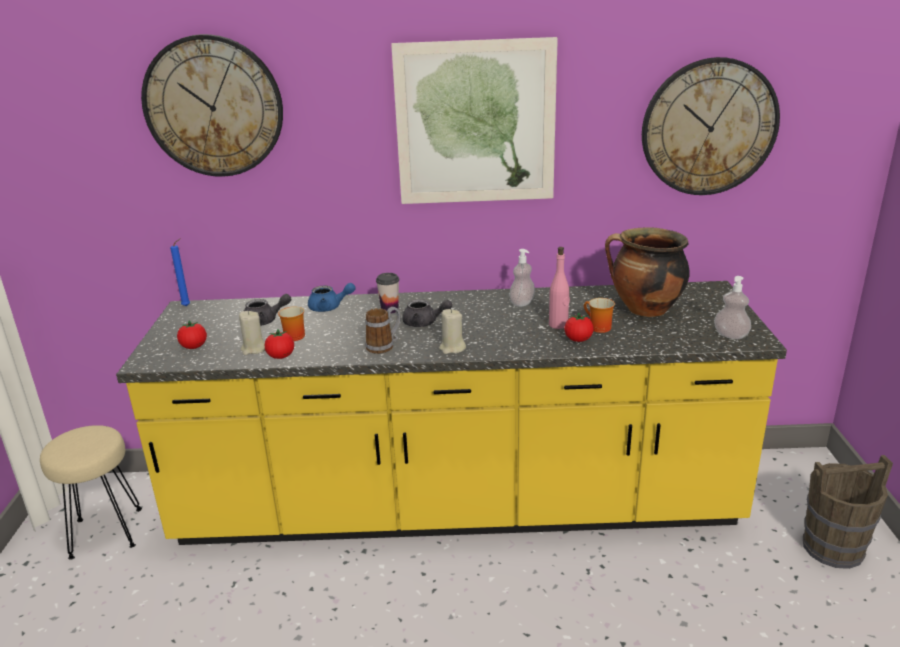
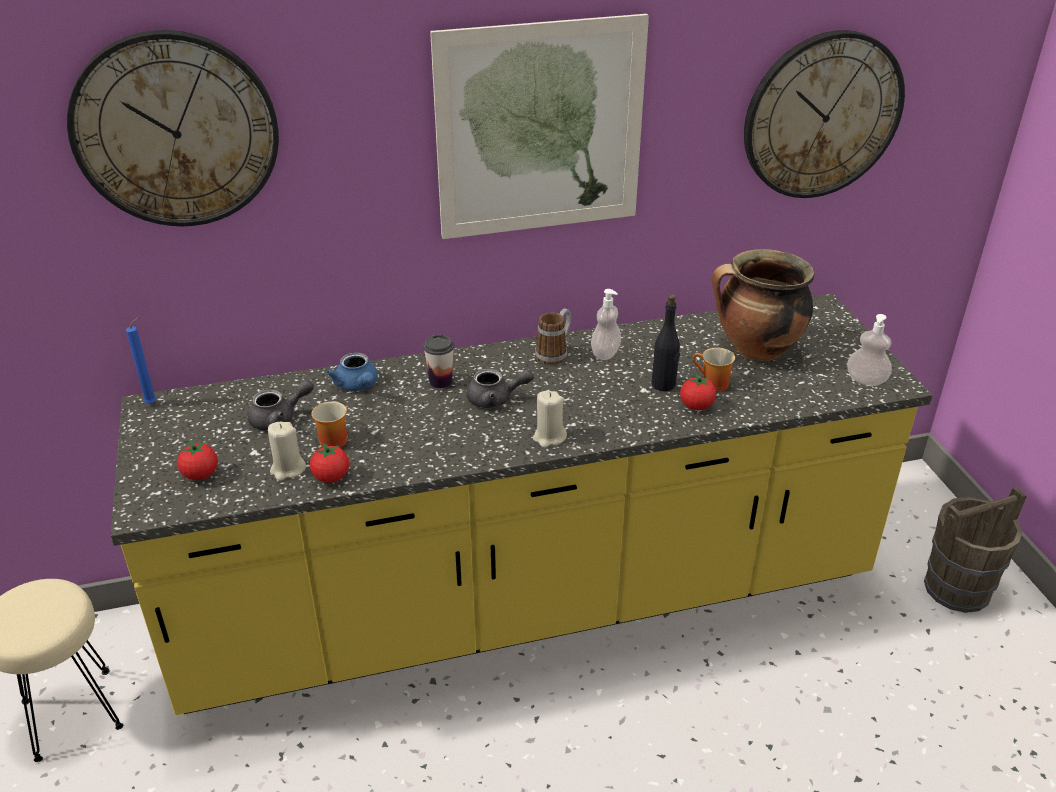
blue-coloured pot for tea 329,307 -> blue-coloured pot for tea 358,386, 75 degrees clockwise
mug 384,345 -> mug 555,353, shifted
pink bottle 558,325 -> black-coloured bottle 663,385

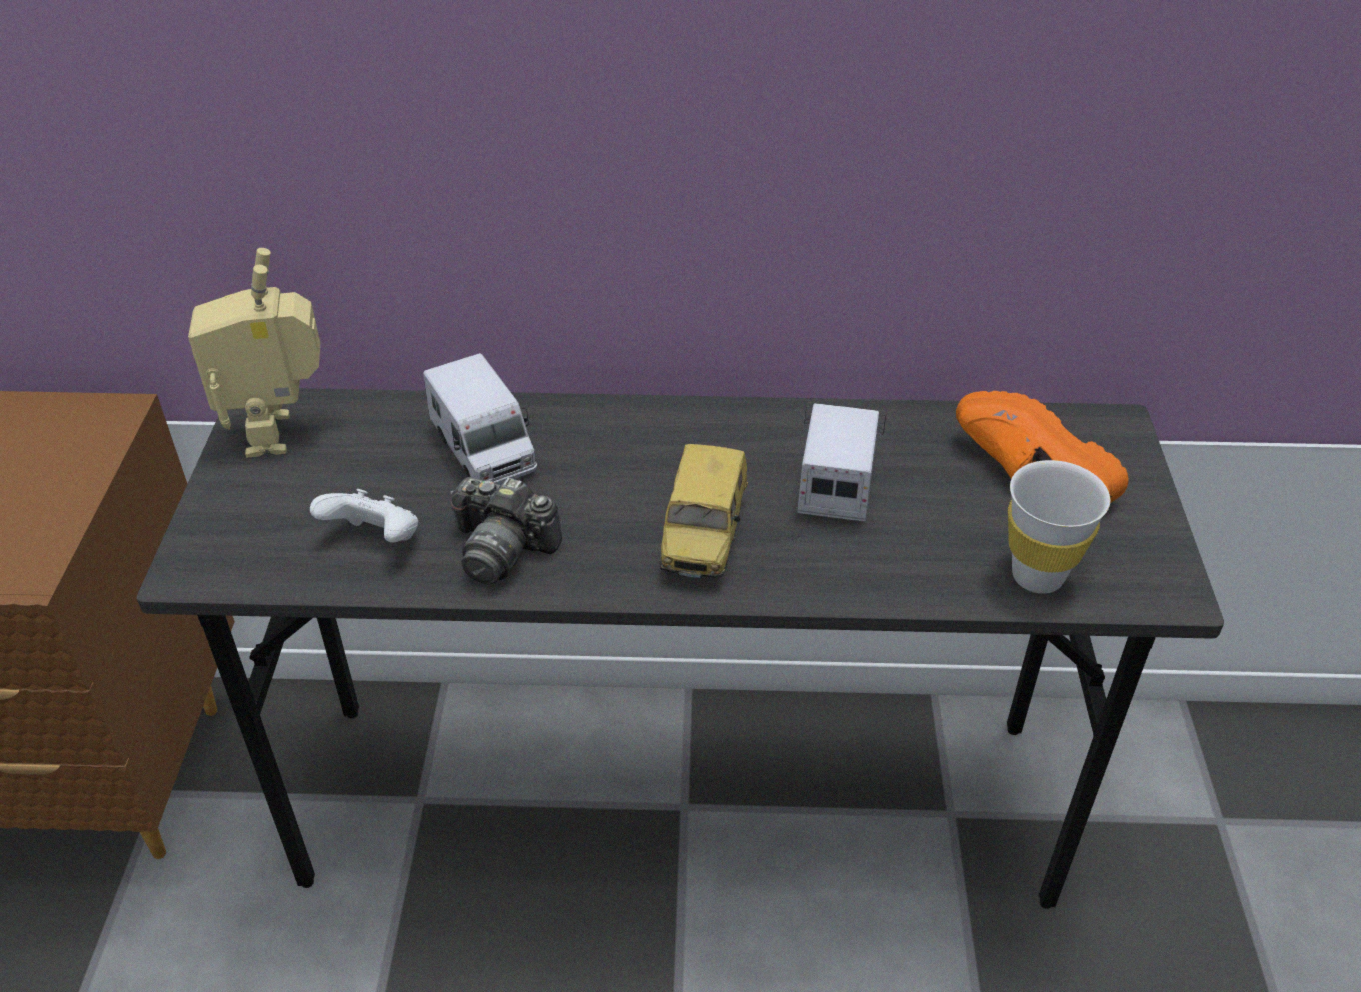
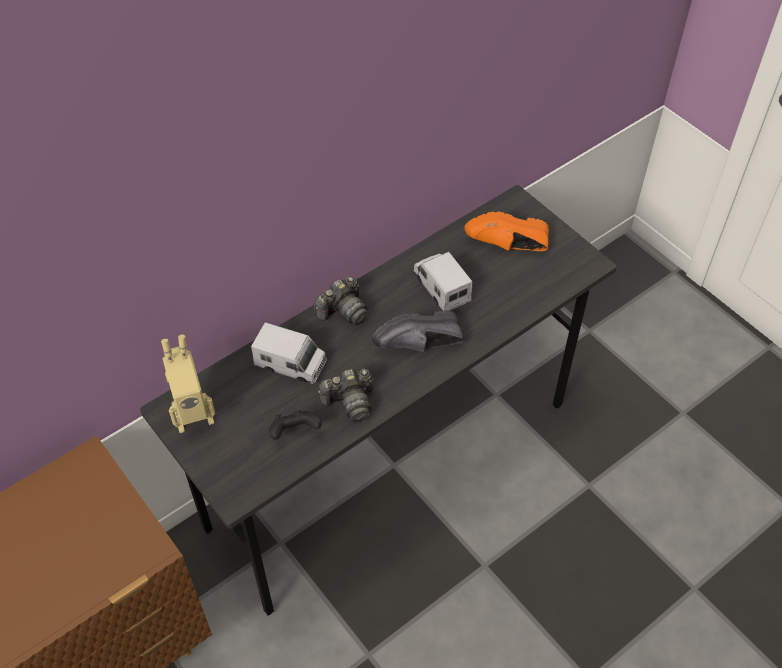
robot figure 281,433 -> robot figure 193,414, 60 degrees counterclockwise
white-coloured joypad 375,540 -> black-coloured joypad 295,432
none -> still camera 343,311
model car 705,539 -> black-coloured shoe 420,346
white-coloured cup 1037,576 -> none

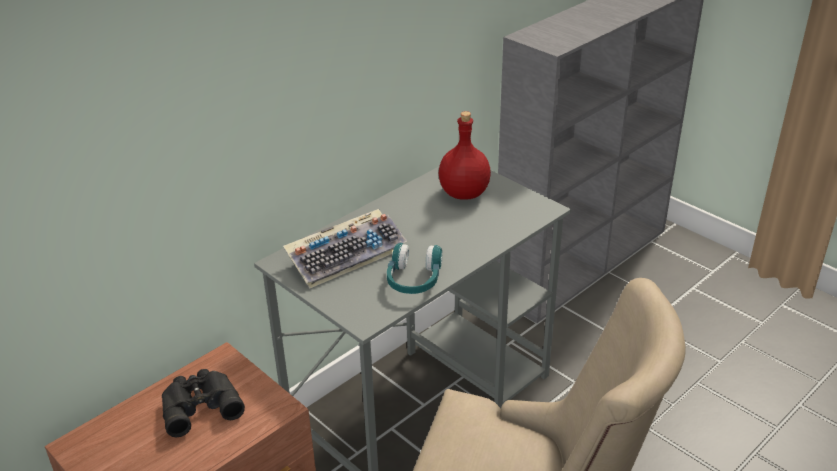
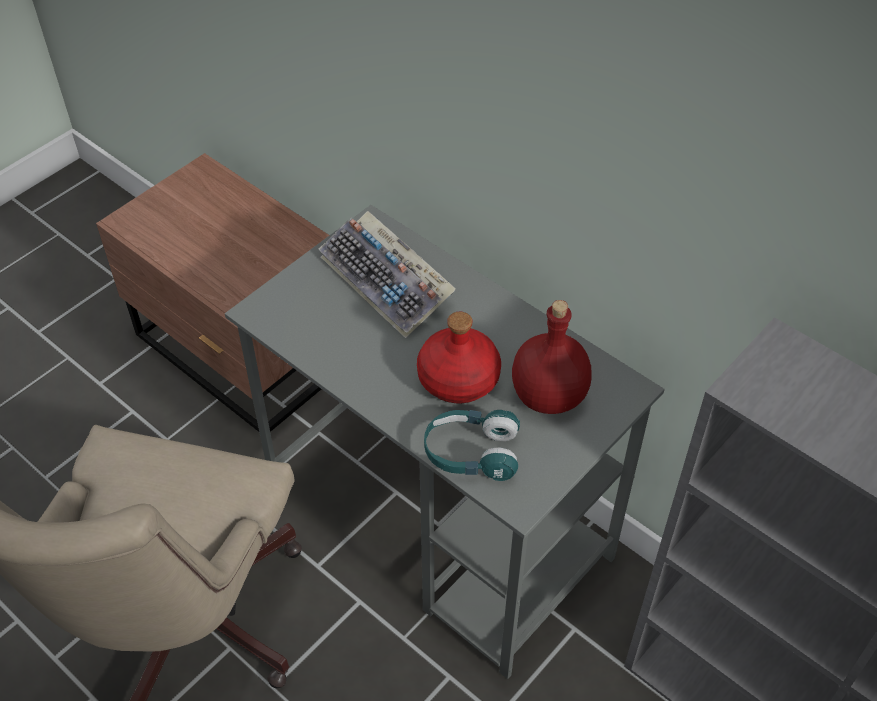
none -> red-coloured bottle 458,378
turquoise-coloured pair of headphones 413,280 -> turquoise-coloured pair of headphones 471,453, shifted
black-coloured field glasses 199,404 -> none

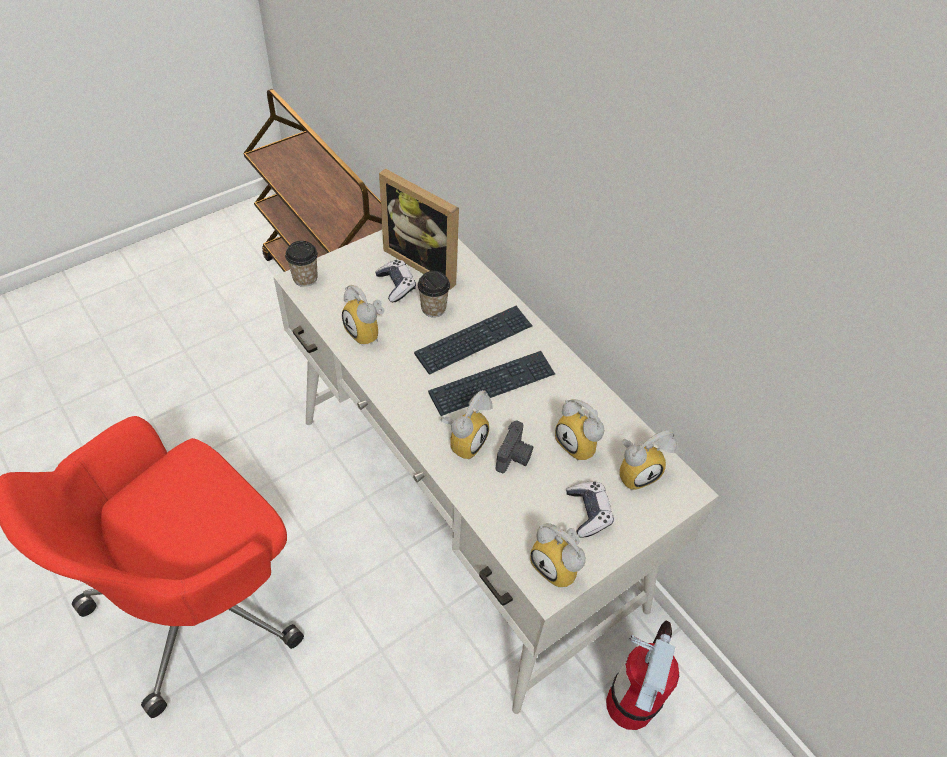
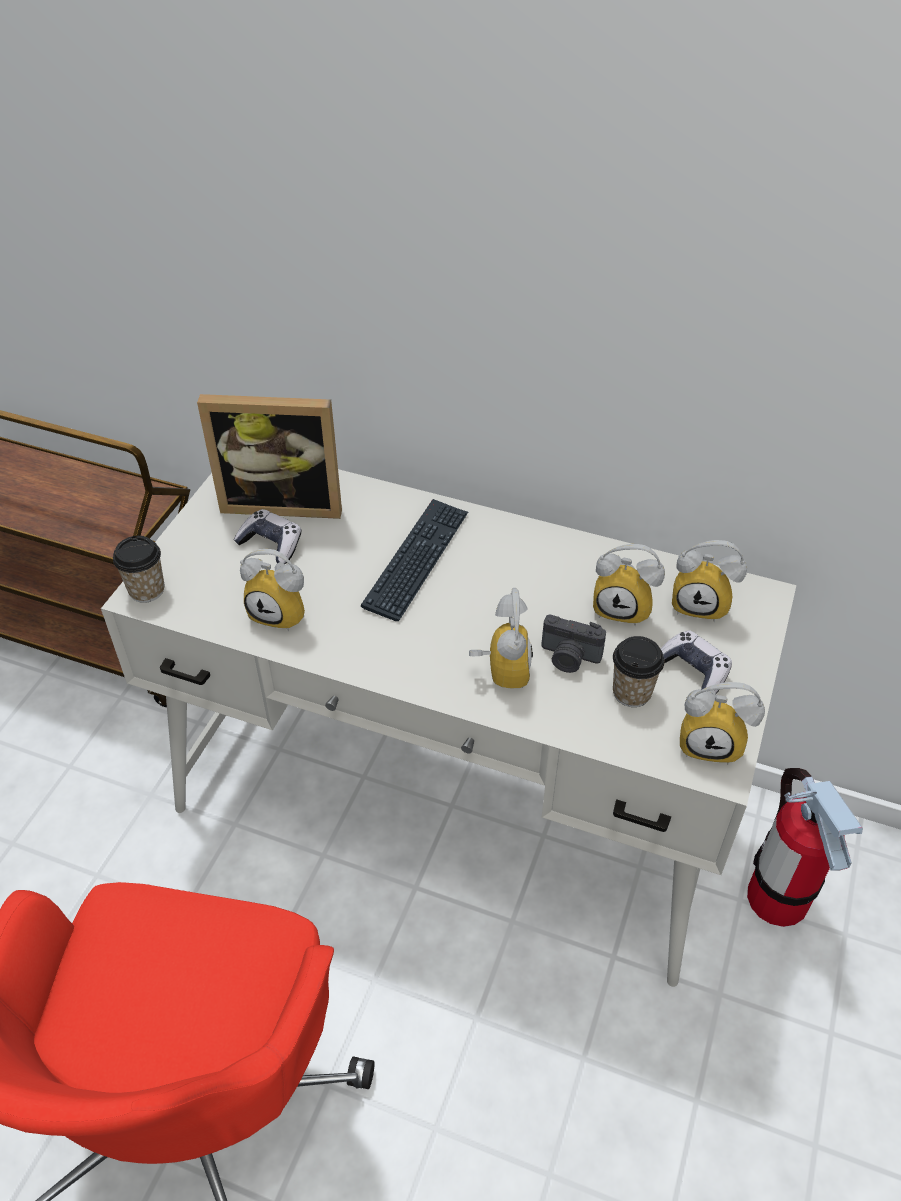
still camera 514,457 -> still camera 569,658, 120 degrees clockwise
cup 433,308 -> cup 631,692, shifted
bedside clock 636,471 -> bedside clock 701,604, 75 degrees clockwise
computer keyboard 492,384 -> none

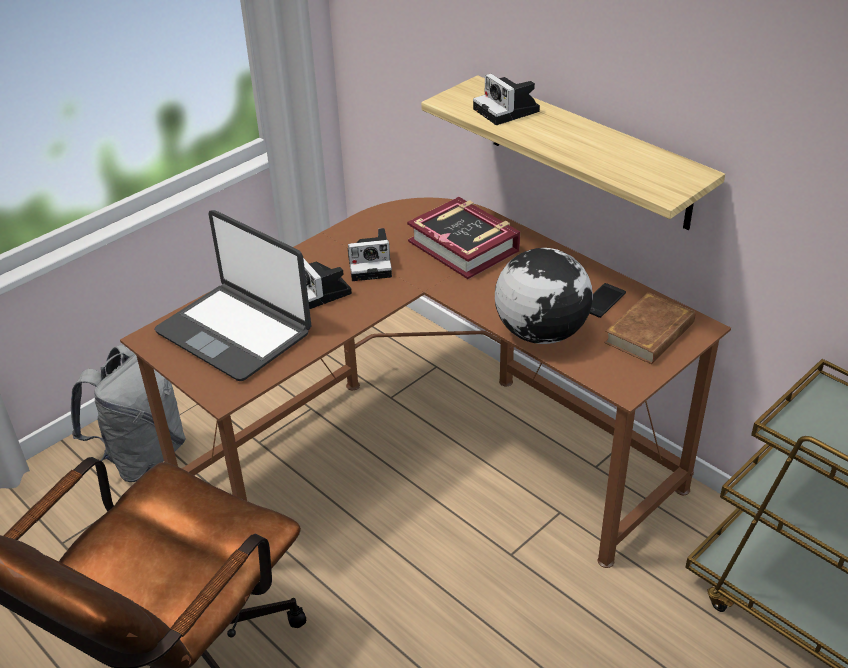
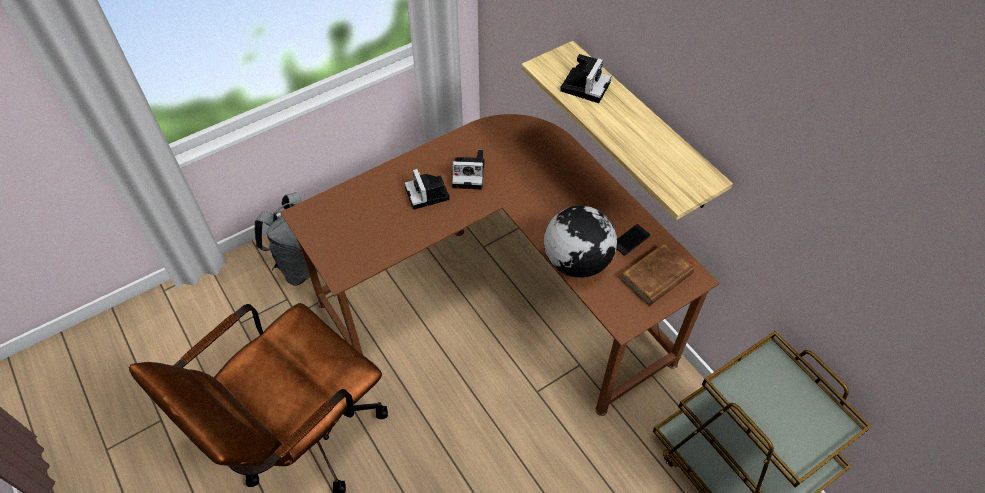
still camera 508,111 -> still camera 585,85, 135 degrees counterclockwise
laptop 235,332 -> none
volume 464,246 -> none

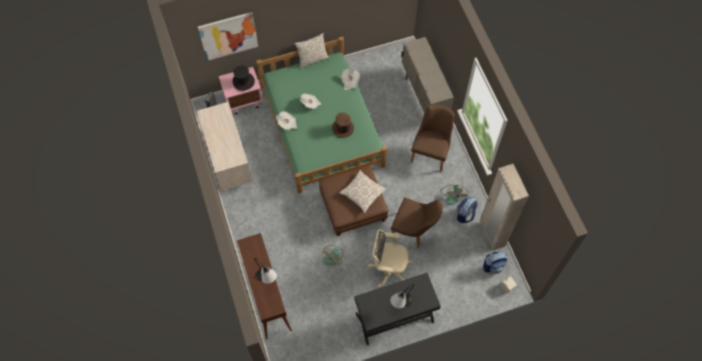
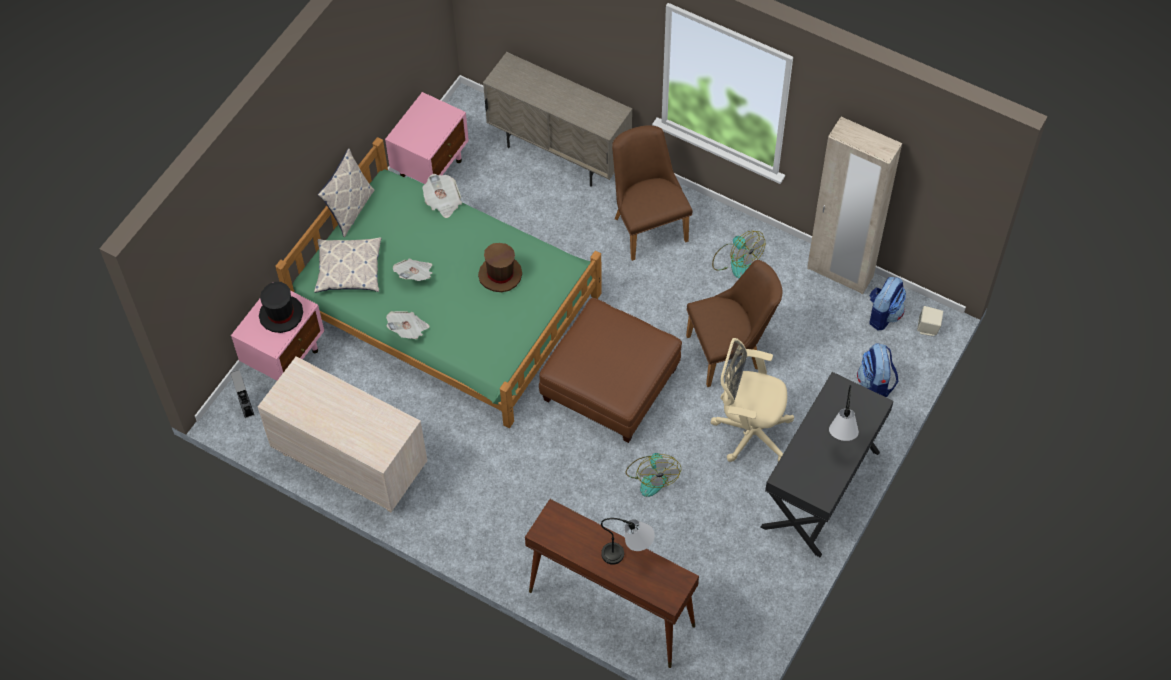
pillow 362,193 -> pillow 349,269, shifted
none -> pink bedside table 431,167
beige-coloured desk chair 389,270 -> beige-coloured desk chair 749,431, 45 degrees clockwise
rucksack 465,214 -> rucksack 875,383, shifted
wall art 228,36 -> none

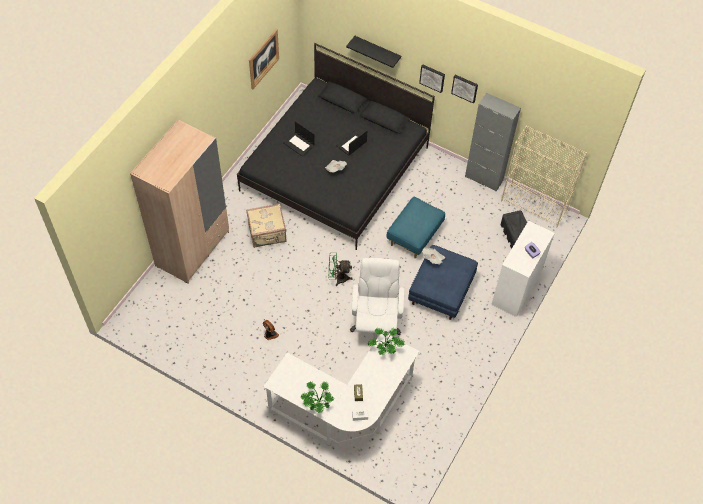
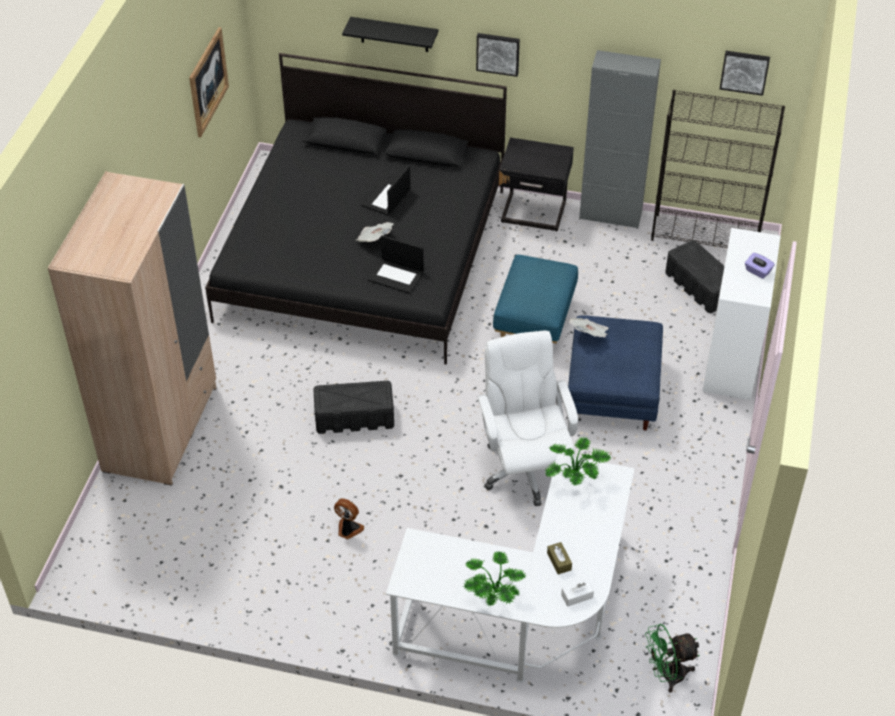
none -> black-coloured storage box 355,417
laptop 299,144 -> laptop 396,276, shifted
none -> black-coloured bedside table 533,214
green-coloured cooling fan 338,278 -> green-coloured cooling fan 667,675, shifted
beige-coloured bookcase 534,206 -> black-coloured bookcase 706,235
wall art 465,88 -> wall art 744,71, shifted
beige-coloured travel case 267,233 -> none

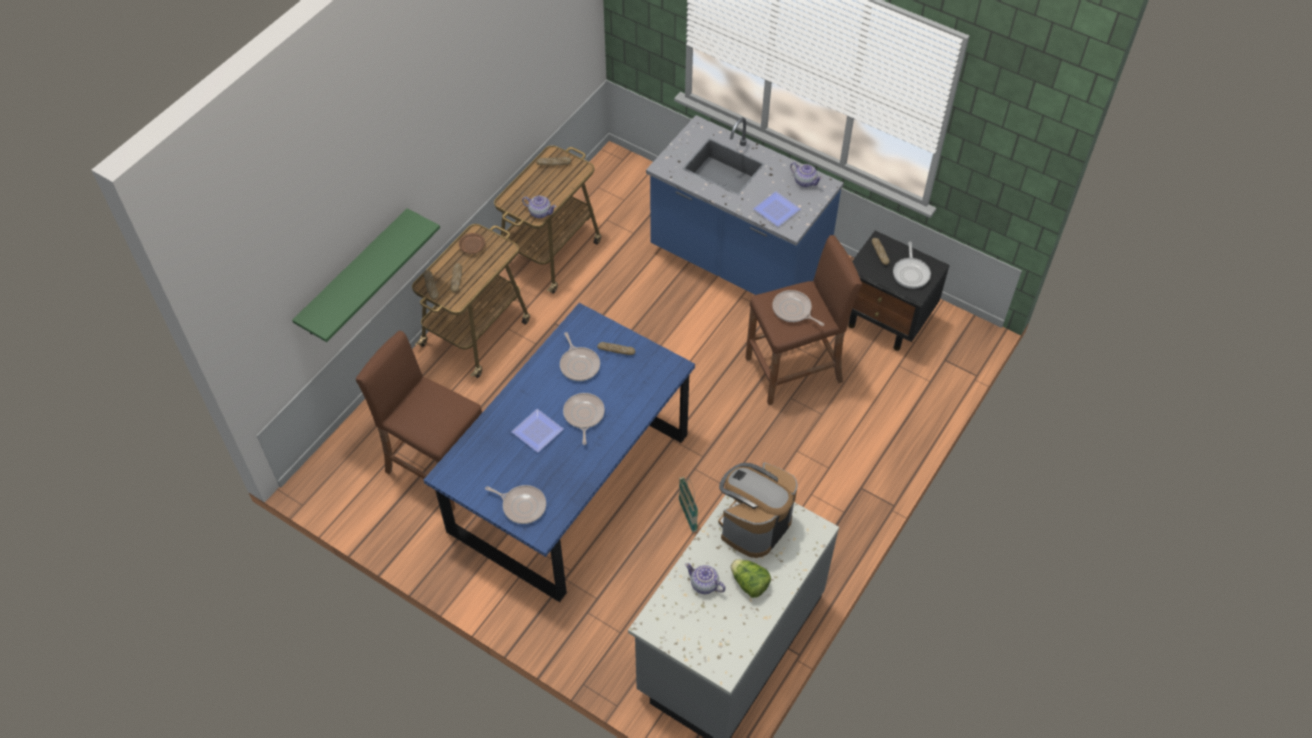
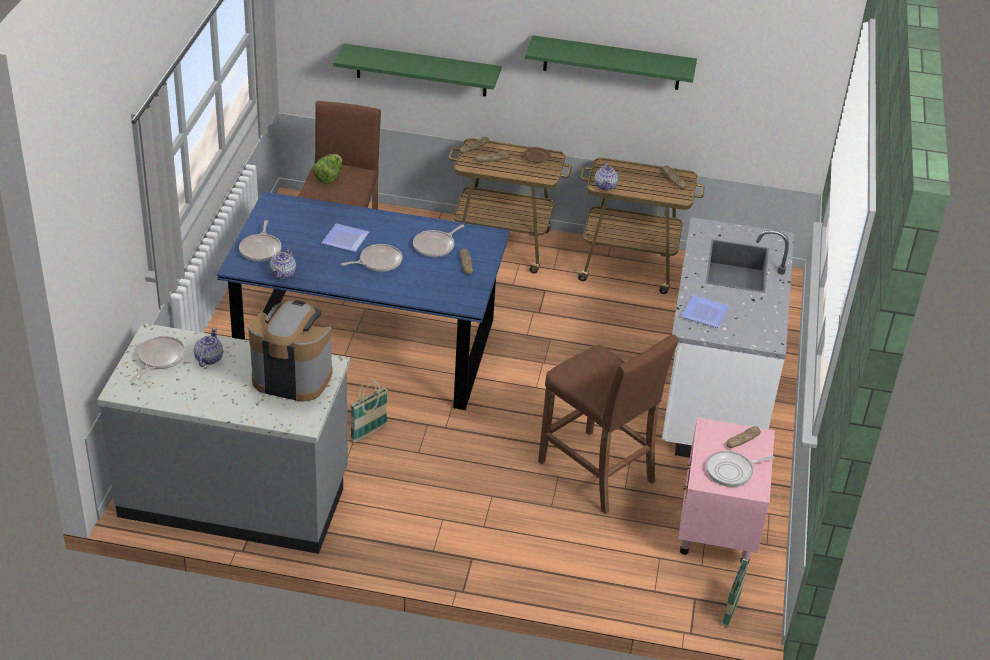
pan 793,310 -> pan 160,358, shifted
pot for tea 805,181 -> pot for tea 283,273, shifted
head of lettuce 749,583 -> head of lettuce 329,178, shifted
none -> green-coloured shelf 612,63
blue-coloured kitchen base unit 737,262 -> white-coloured kitchen base unit 713,396
black-coloured bedside table 886,321 -> pink bedside table 716,534
none -> household basket 731,610

